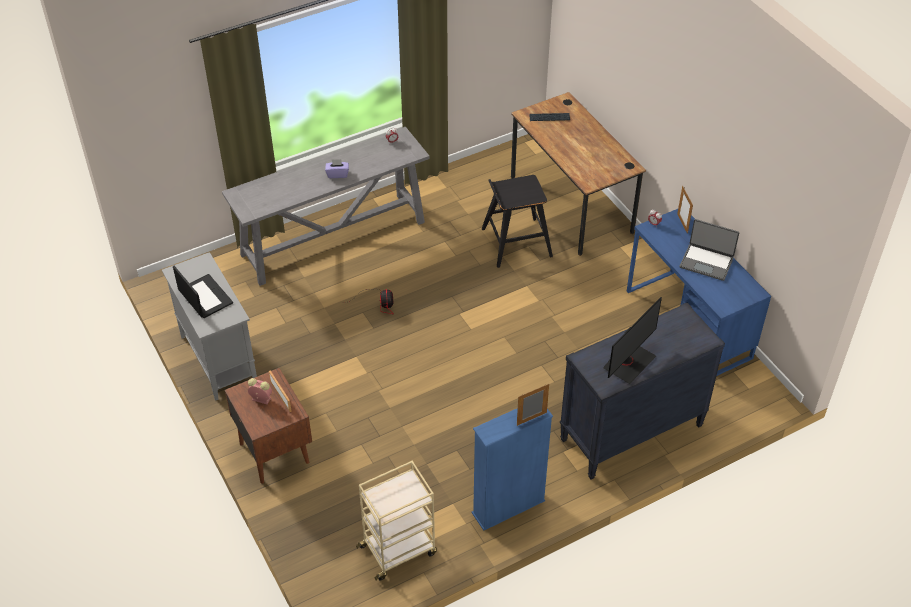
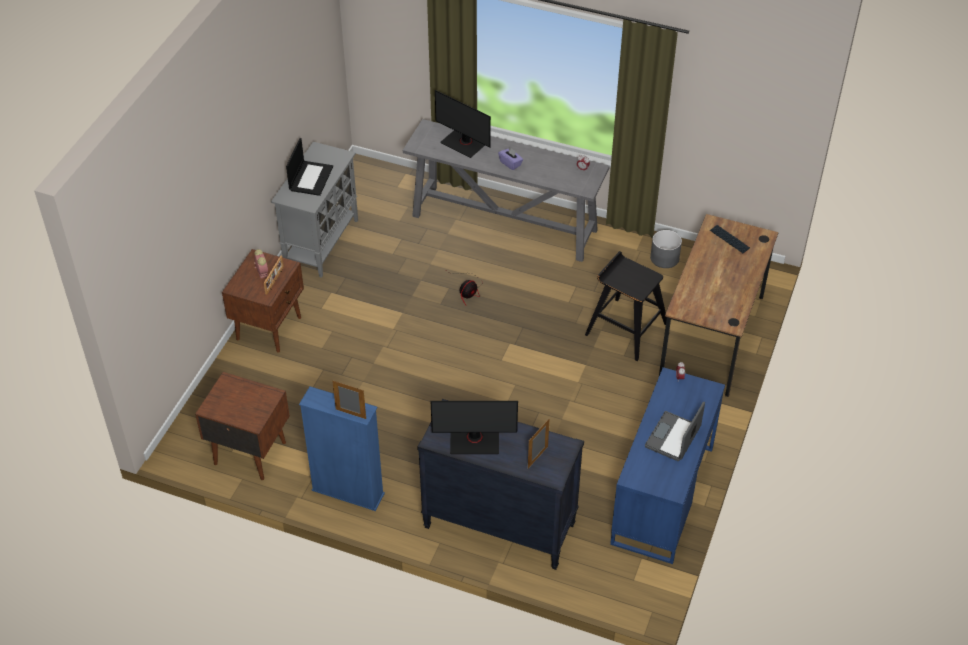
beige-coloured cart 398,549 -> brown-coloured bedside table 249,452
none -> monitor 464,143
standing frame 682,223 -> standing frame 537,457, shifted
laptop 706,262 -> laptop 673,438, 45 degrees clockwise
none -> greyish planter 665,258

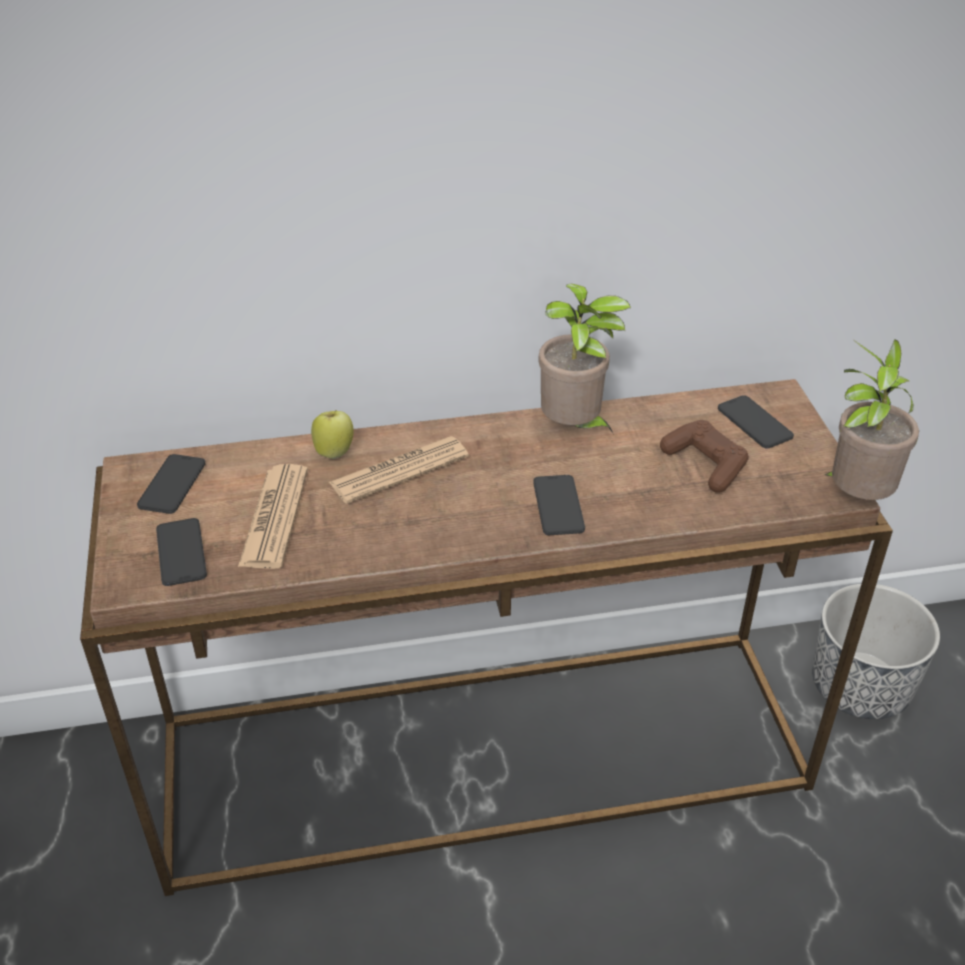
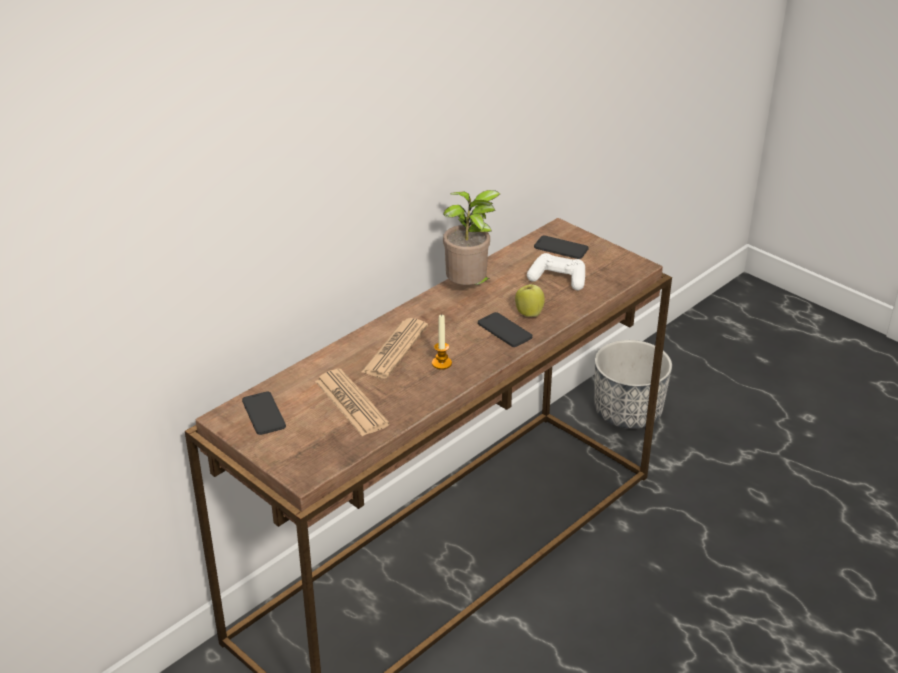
none -> wax candle 441,363
apple fruit 334,451 -> apple fruit 529,313, shifted
brown-coloured joypad 705,464 -> white-coloured joypad 558,279
handset 181,552 -> none
houseplant 855,497 -> none

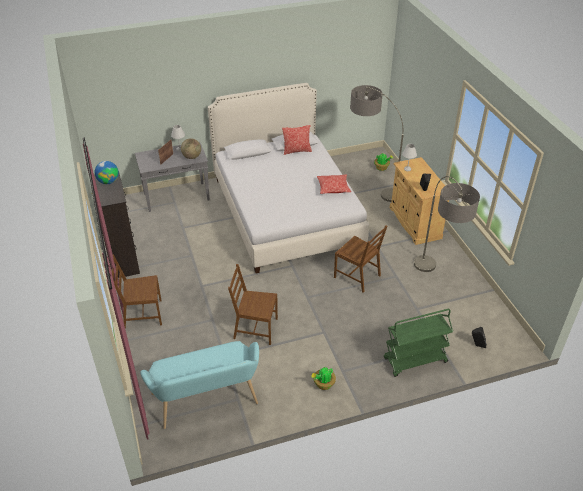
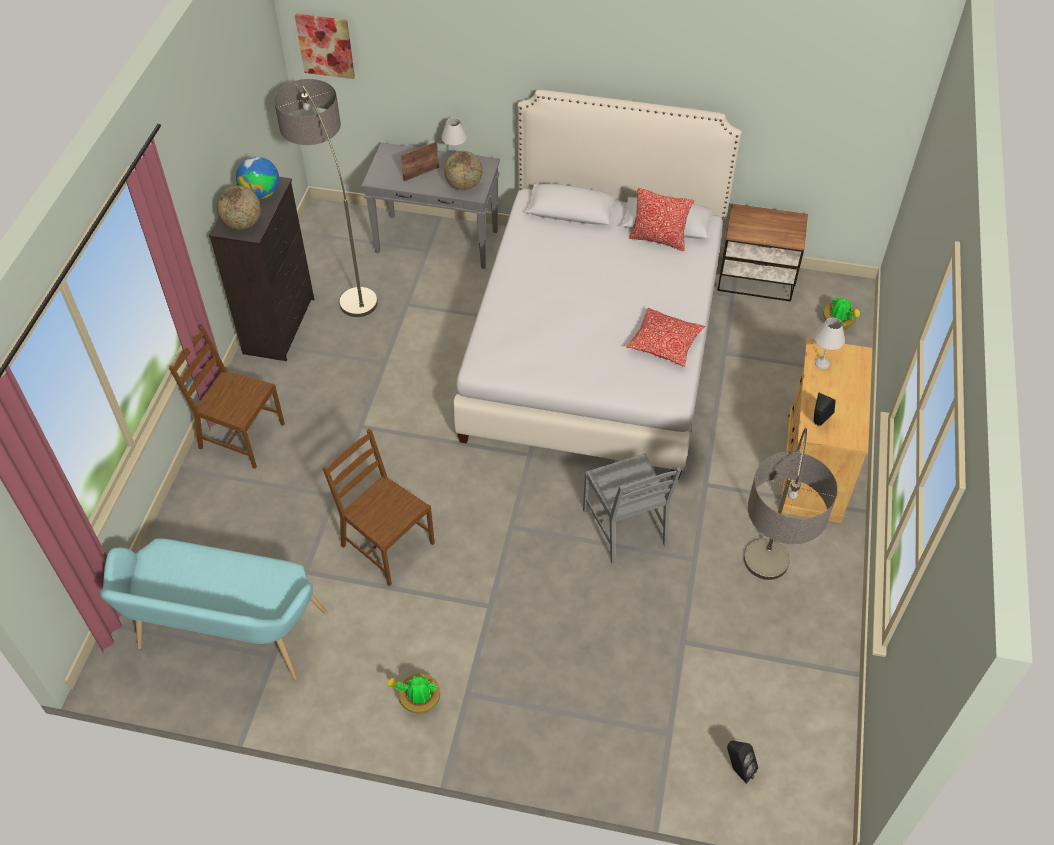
none -> globe 243,223
floor lamp 369,188 -> floor lamp 341,274, shifted
none -> wall art 325,45
brown-coloured upright chair 358,276 -> greyish upright chair 626,527
none -> bedside table 756,281
green-coloured cart 415,361 -> none

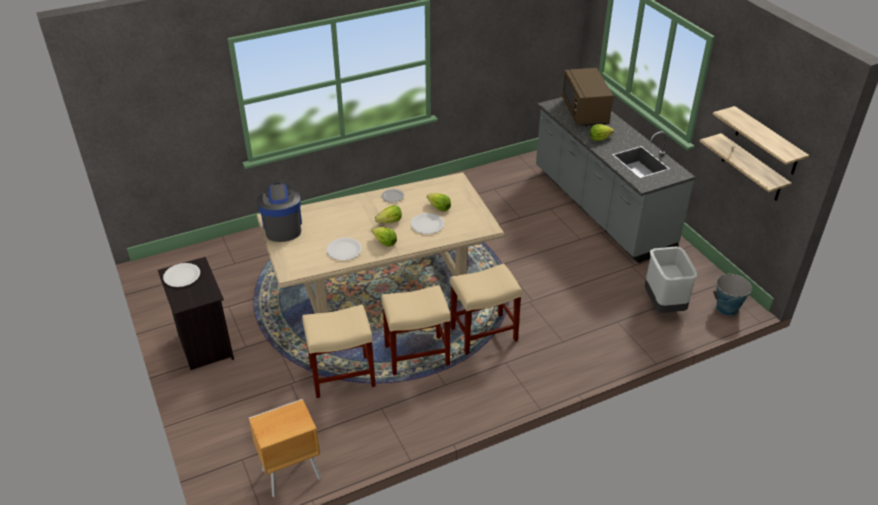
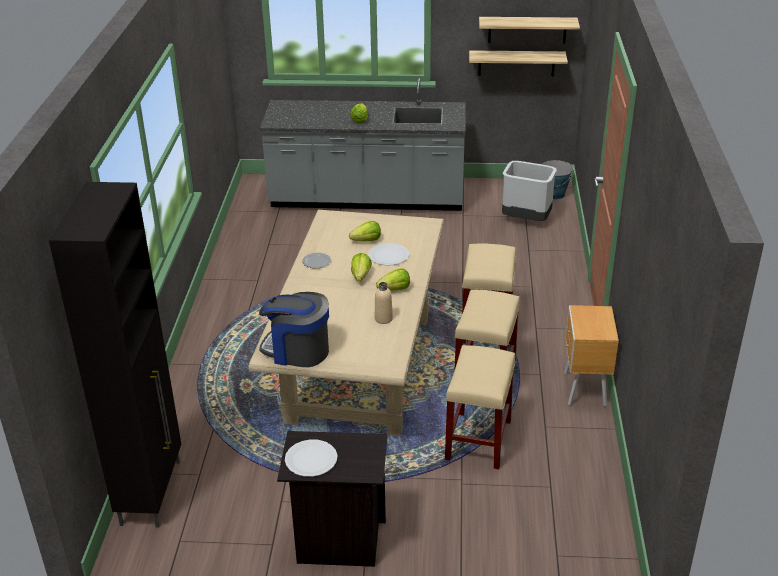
none -> black-coloured cupboard 152,491
white-coloured plate 344,250 -> beige-coloured bottle 383,319
brown-coloured bedside table 290,474 -> brown-coloured bedside table 584,390, shifted
brown-coloured microwave oven 585,112 -> none

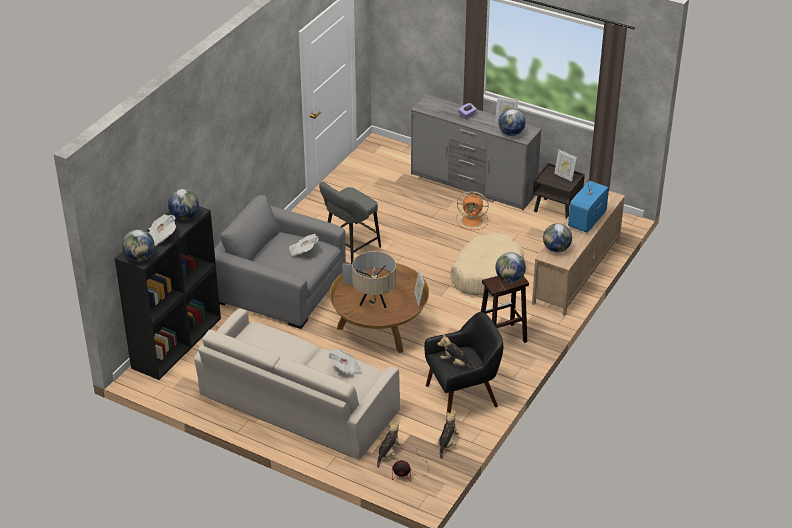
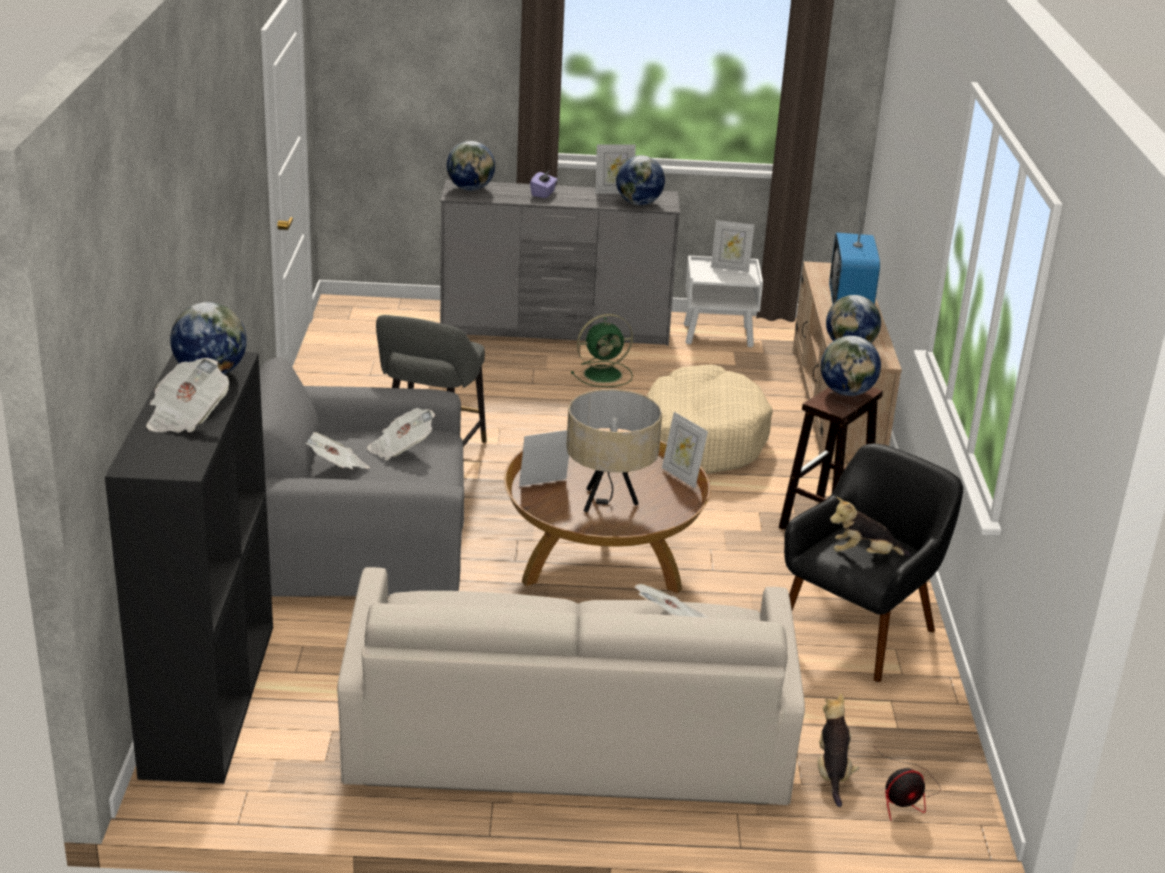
none -> daily paper 335,467
globe 140,258 -> globe 470,189, shifted
orangey cooling fan 473,221 -> green-coloured cooling fan 604,374
brown-coloured bedside table 557,210 -> white-coloured bedside table 719,335
cuddly toy 447,443 -> none

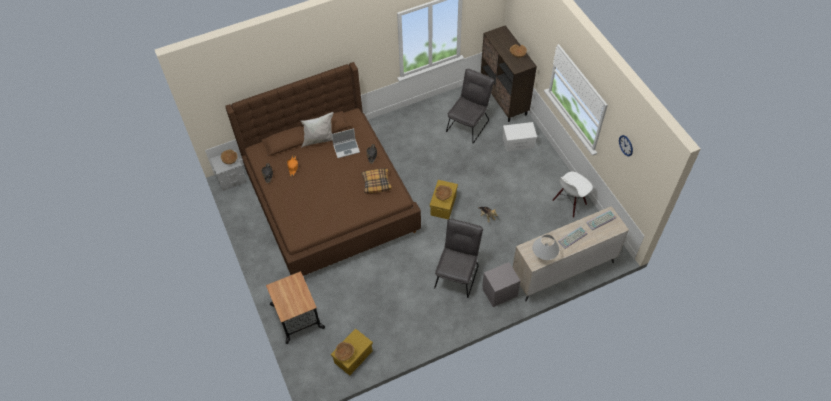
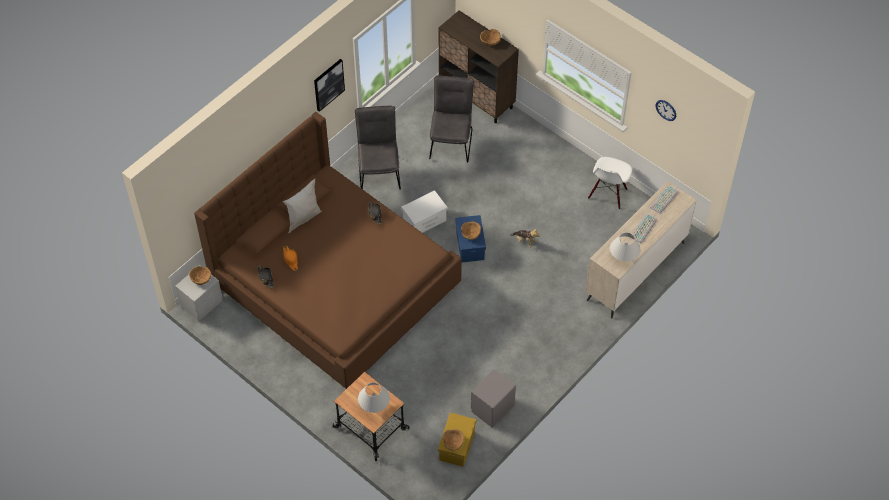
none -> wall art 328,84
greyish upright chair 457,274 -> greyish upright chair 379,170, shifted
none -> white-coloured table lamp 374,406
white-coloured storage box 518,142 -> white-coloured storage box 425,220, shifted
yellowish storage box 443,205 -> blue-coloured storage box 470,246
greyish bedside table 499,292 -> greyish bedside table 492,408, shifted
laptop 346,148 -> none
pillow 376,183 -> none

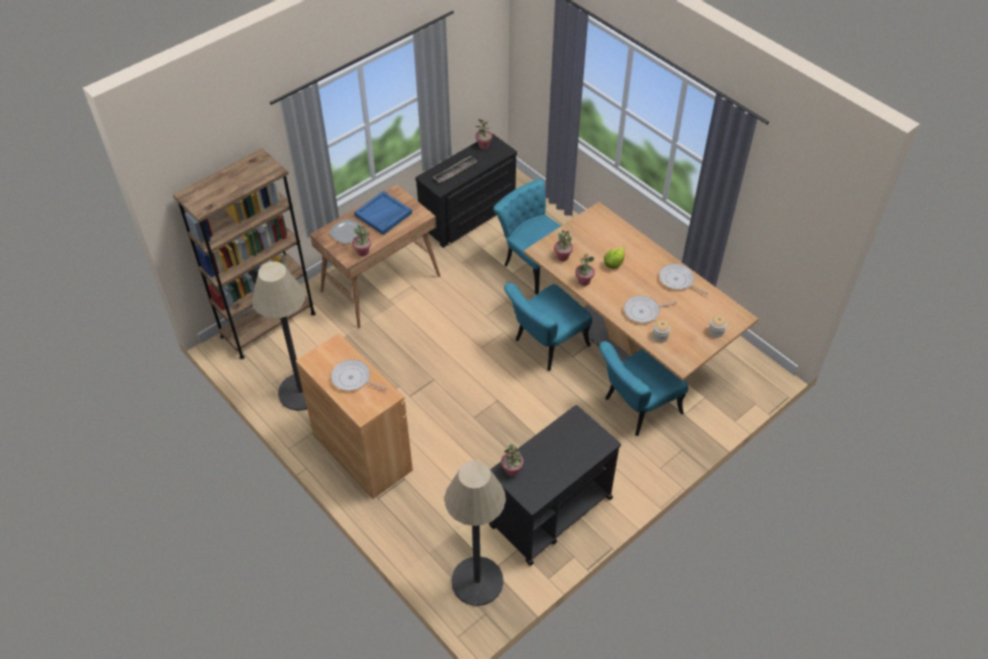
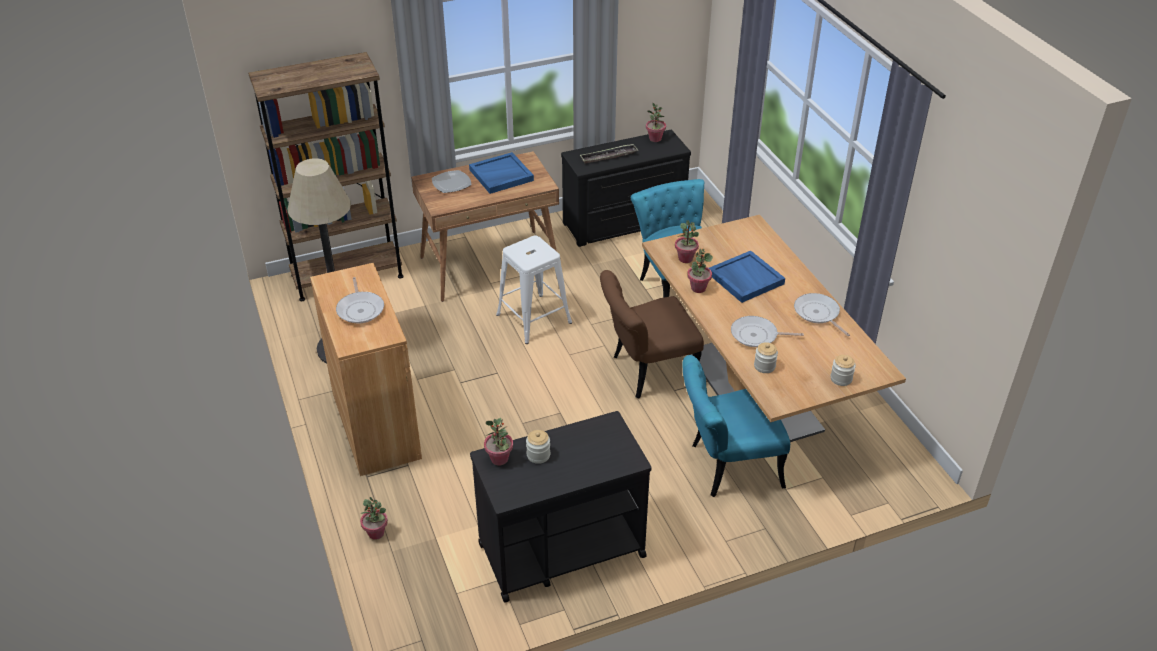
pan 353,379 -> pan 360,309, 150 degrees counterclockwise
houseplant 363,252 -> houseplant 376,533, shifted
none -> white-coloured stool seat 533,318
none -> jar 538,455
turquoise-coloured upright chair 545,346 -> brown-coloured upright chair 646,372
head of lettuce 613,263 -> blue-coloured serving tray 745,278
floor lamp 477,581 -> none

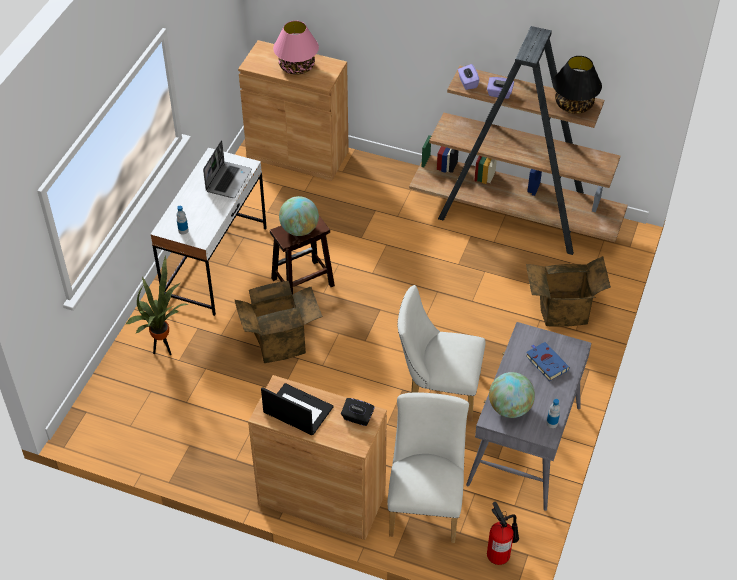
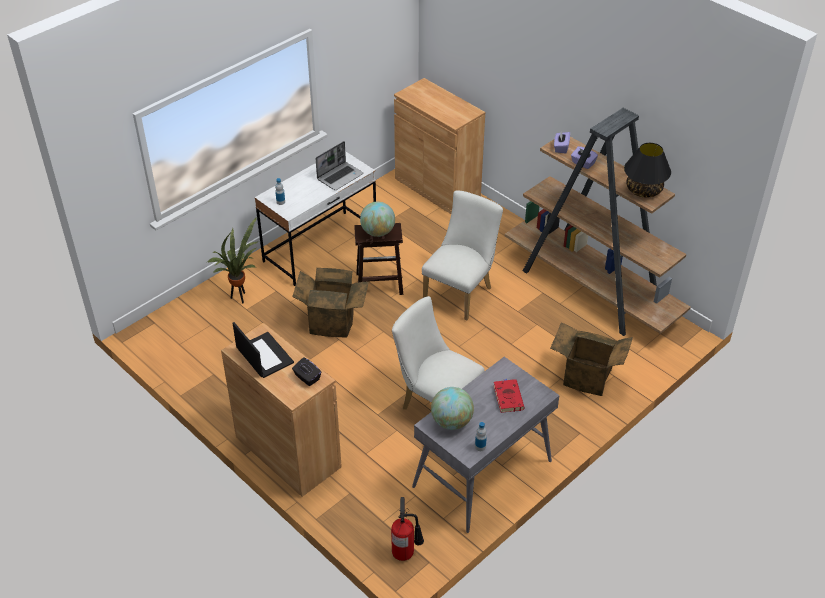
white-coloured upright chair 425,504 -> white-coloured upright chair 461,292, shifted
blue-coloured volume 546,362 -> red-coloured volume 508,397
pink table lamp 297,67 -> none

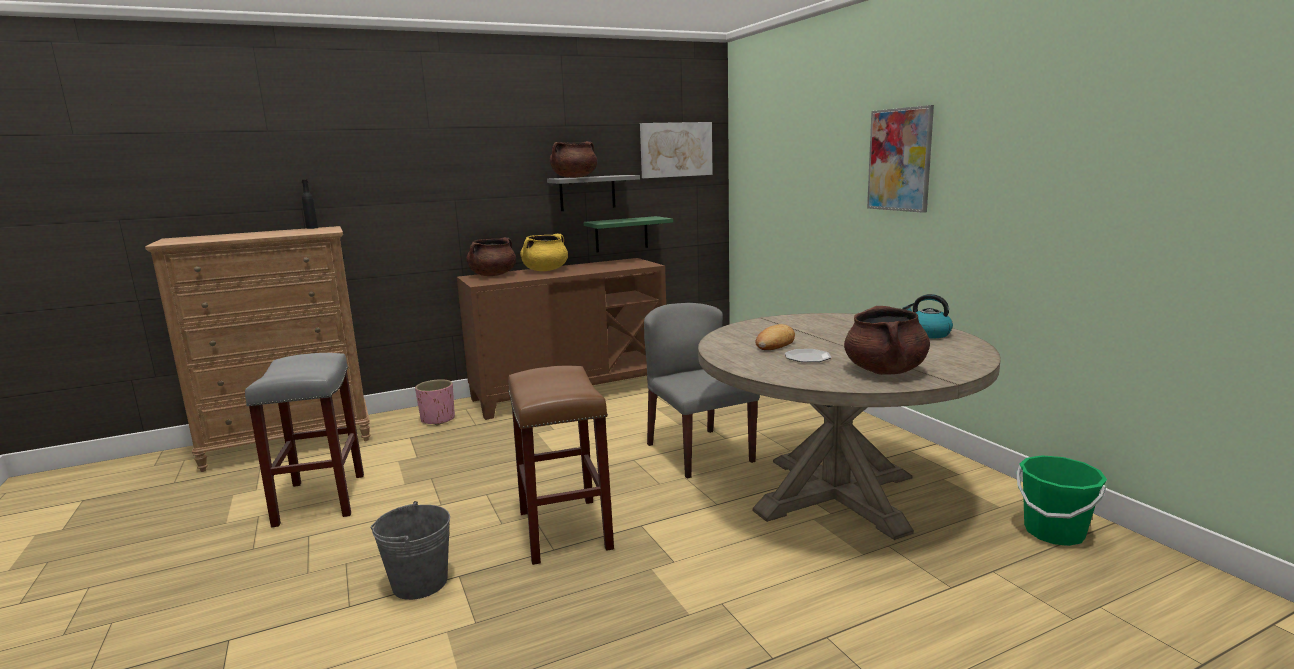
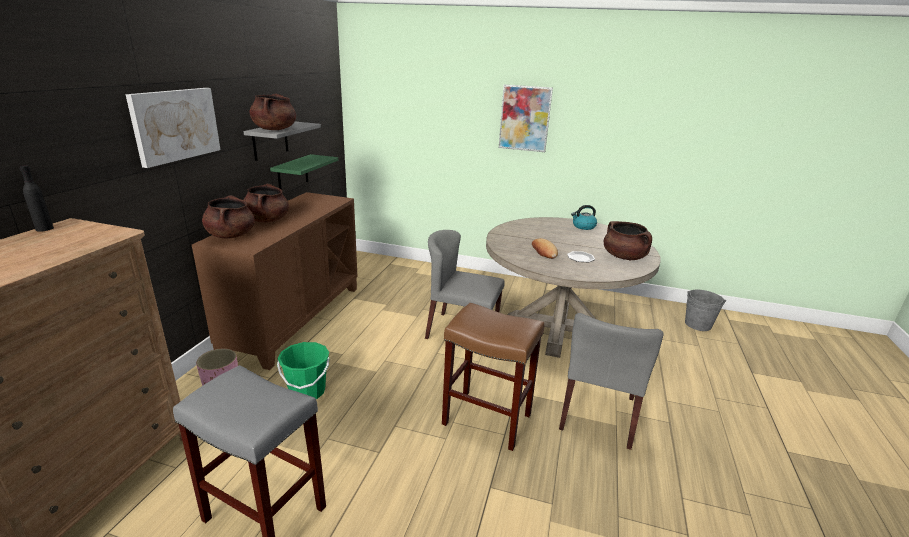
wall art 676,149 -> wall art 175,125, shifted
yellowish saucepot 545,270 -> brown-coloured saucepot 267,220
green-coloured water bucket 1054,532 -> green-coloured water bucket 307,391, shifted
none -> greyish upright chair 598,413
greyish water bucket 419,583 -> greyish water bucket 698,324, shifted

